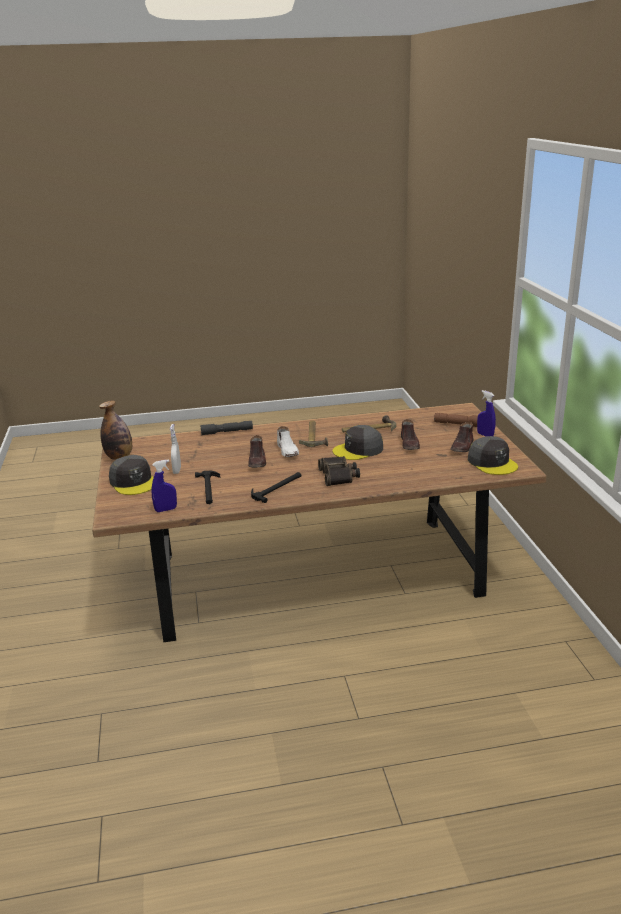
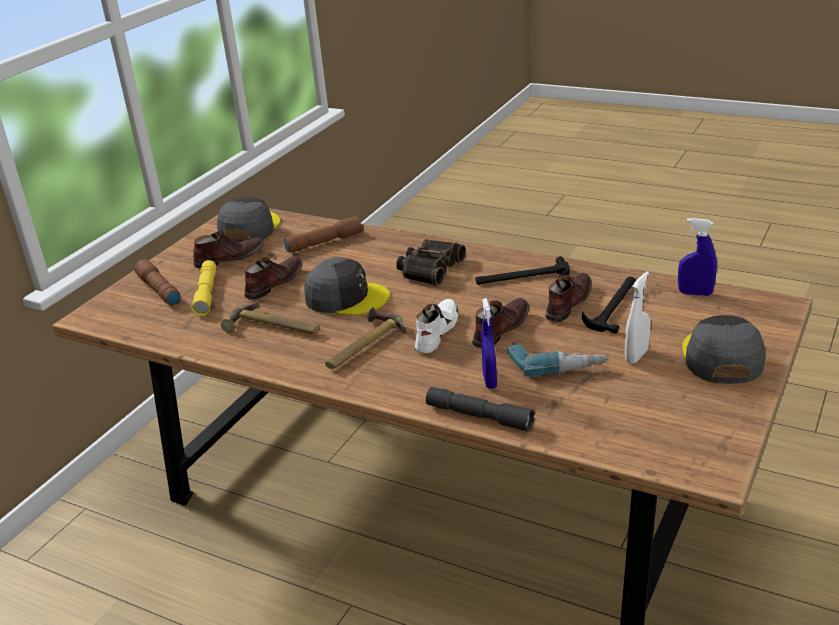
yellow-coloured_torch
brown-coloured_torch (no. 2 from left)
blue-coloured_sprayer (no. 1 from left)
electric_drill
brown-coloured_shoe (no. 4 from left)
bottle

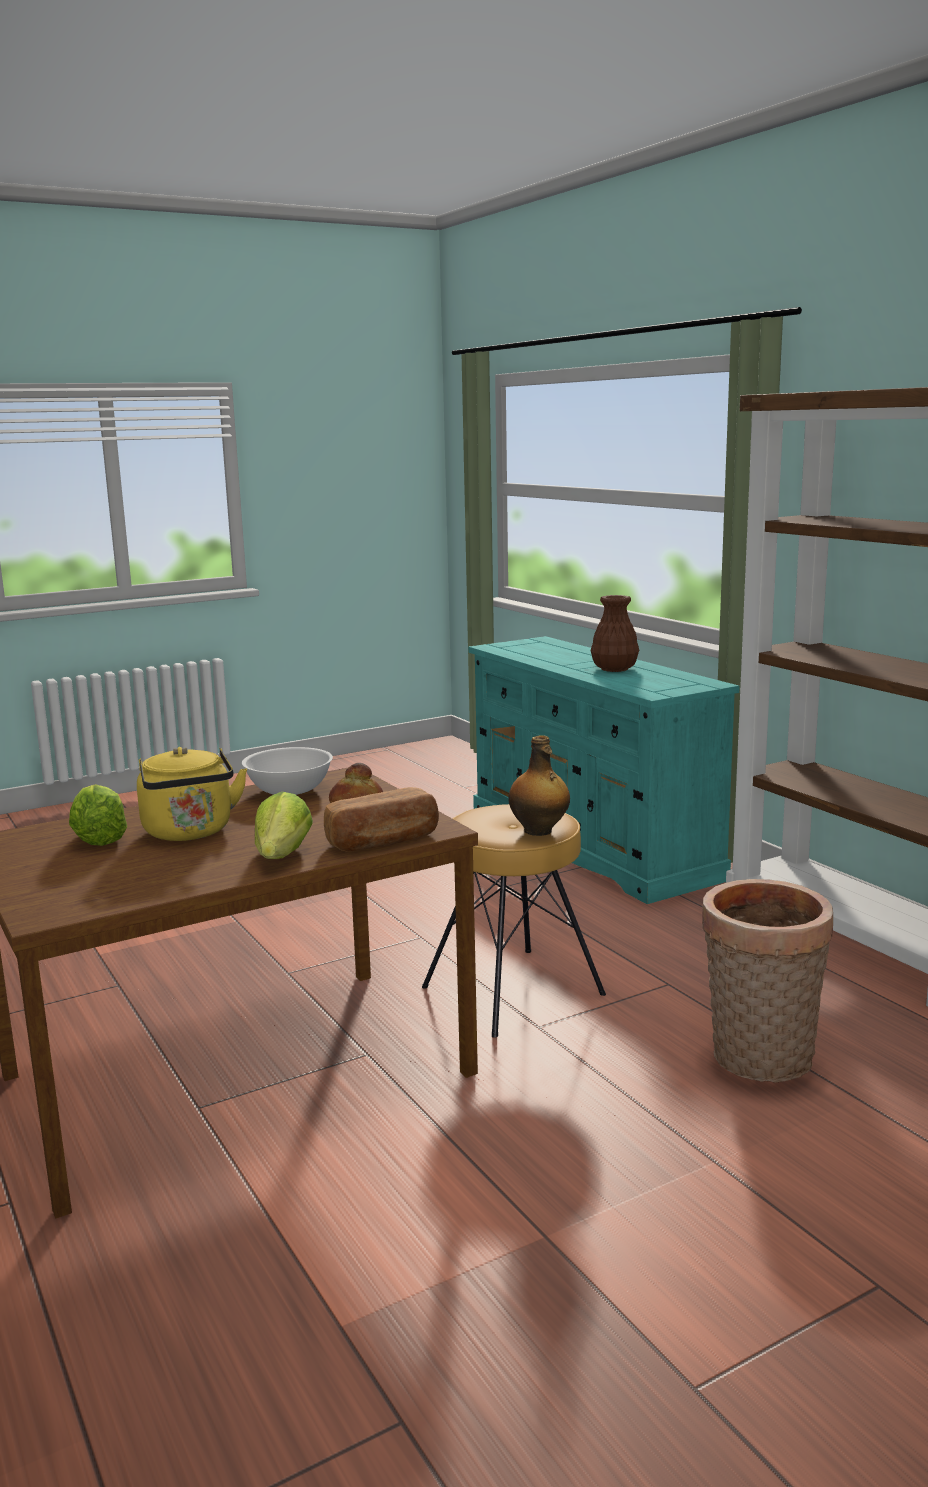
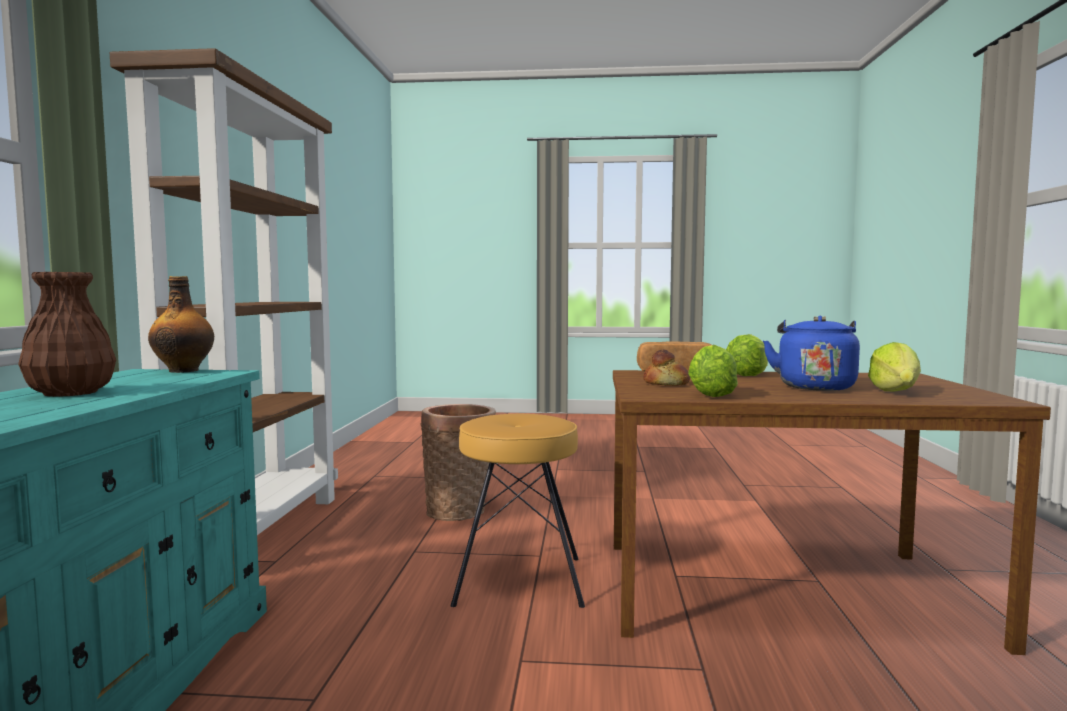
bottle
lettuce (no. 1 from left)
blue-coloured_water_kettle

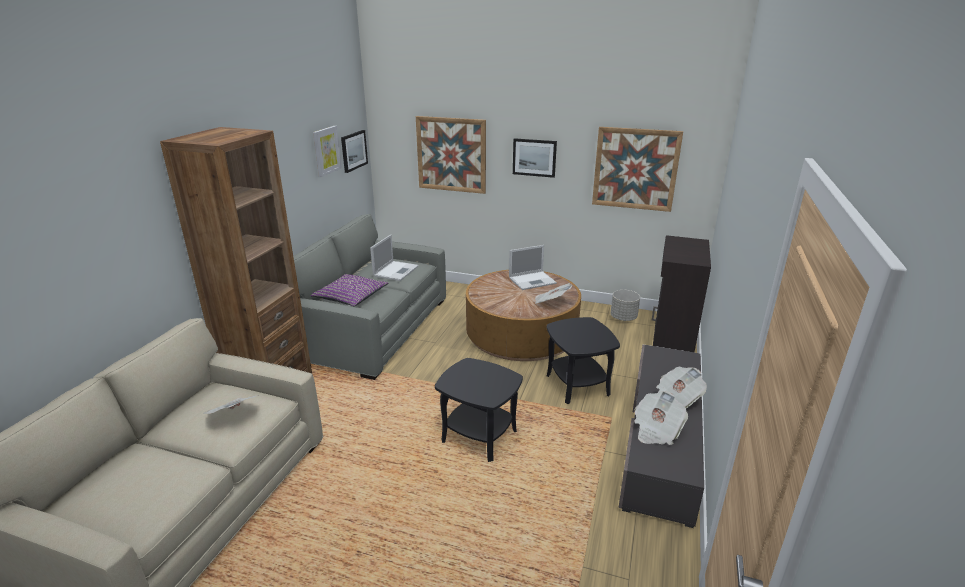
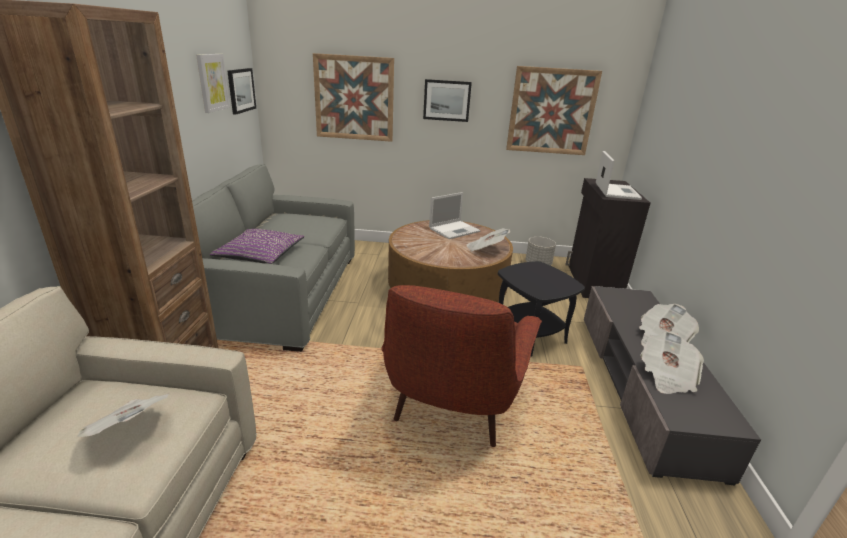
red-coloured_armchair
portable_computer (no. 2 from left)

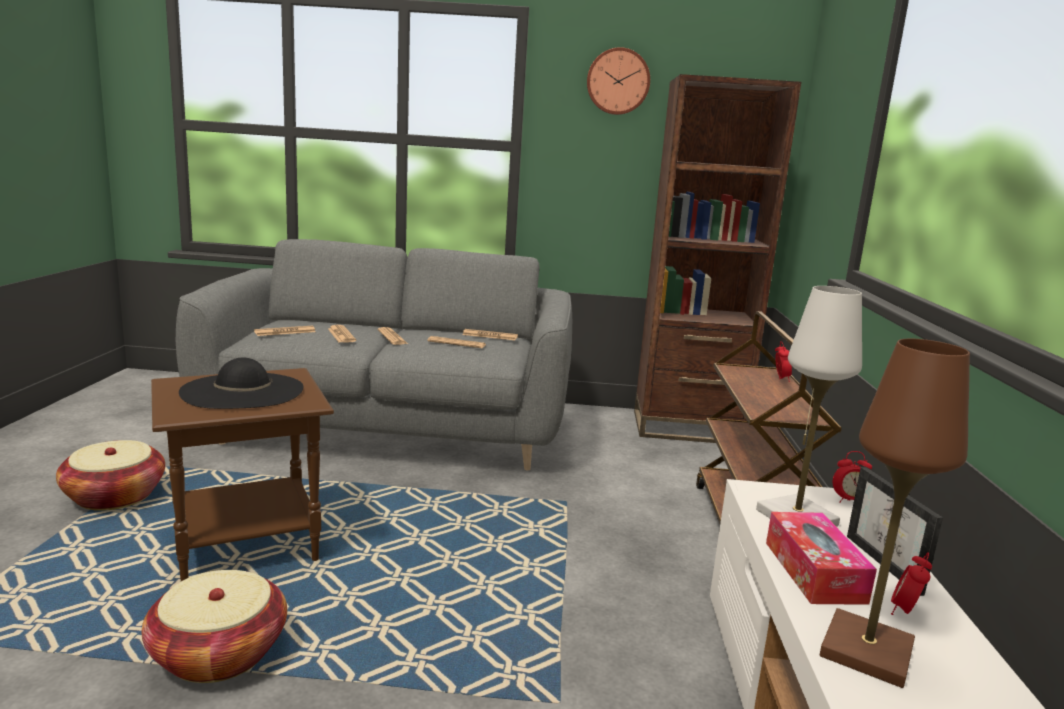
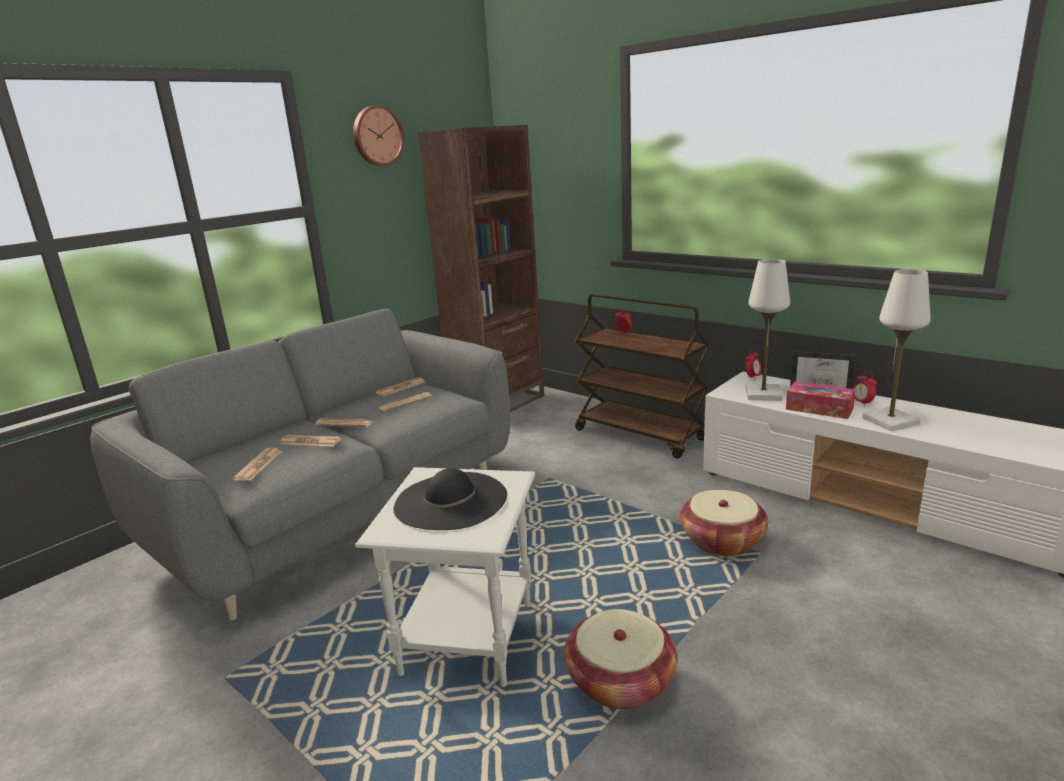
white_end_table
storage_basket (no. 2 from left)
white_tabletop_lamp (no. 2 from left)

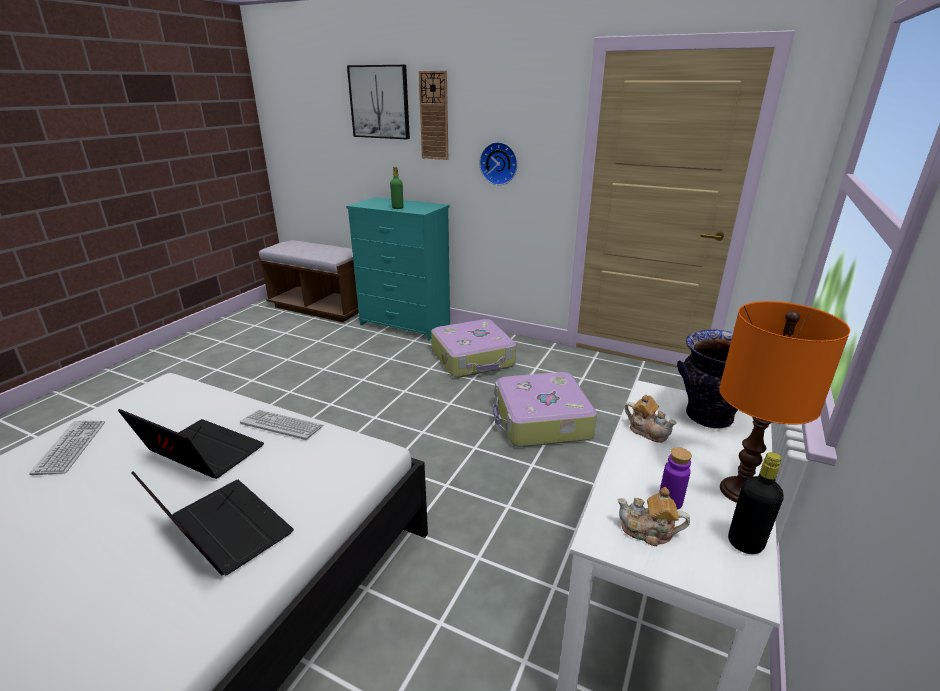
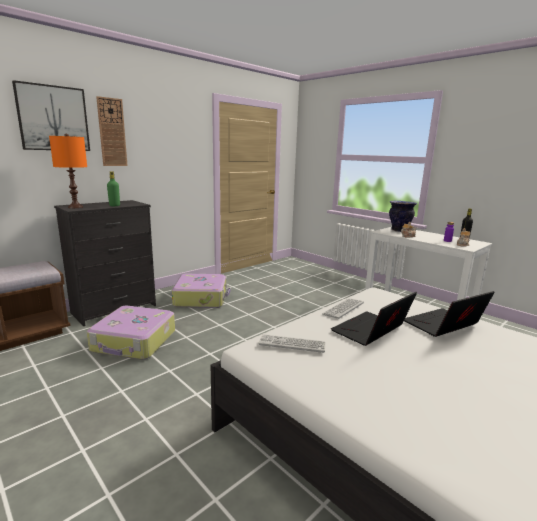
orange-coloured_tabletop_lamp
black-coloured_drawer_chest
travel_case (no. 1 from left)
computer_keyboard (no. 1 from left)
hanging_clock (no. 2 from left in the first image)

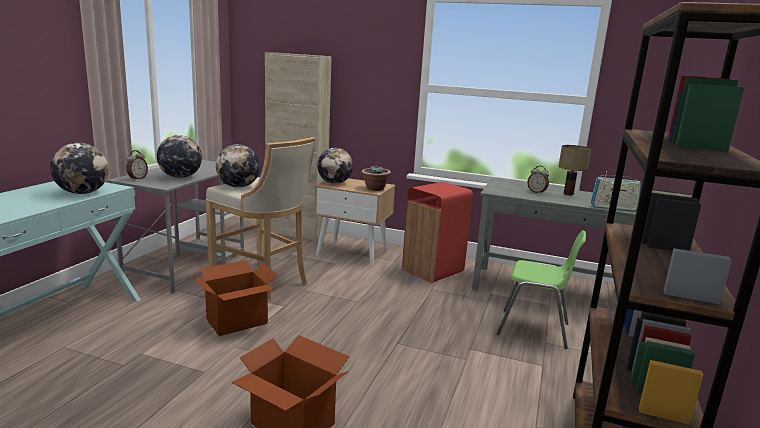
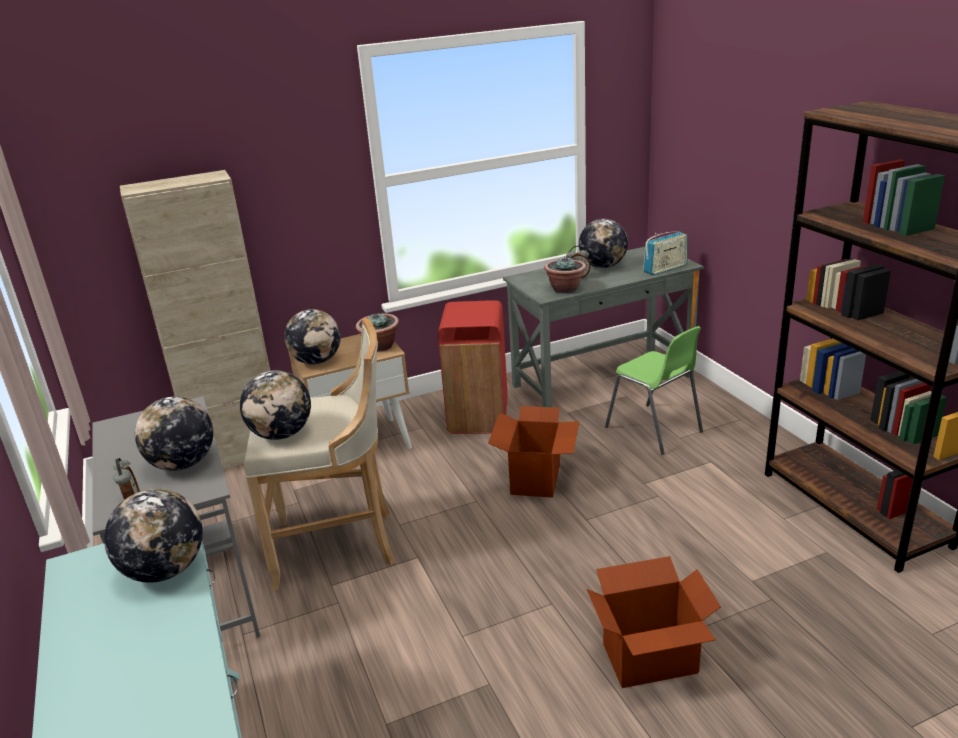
cardboard_box (no. 1 from left)
houseplant (no. 2 from left)
globe (no. 5 from left)
green-coloured_chair

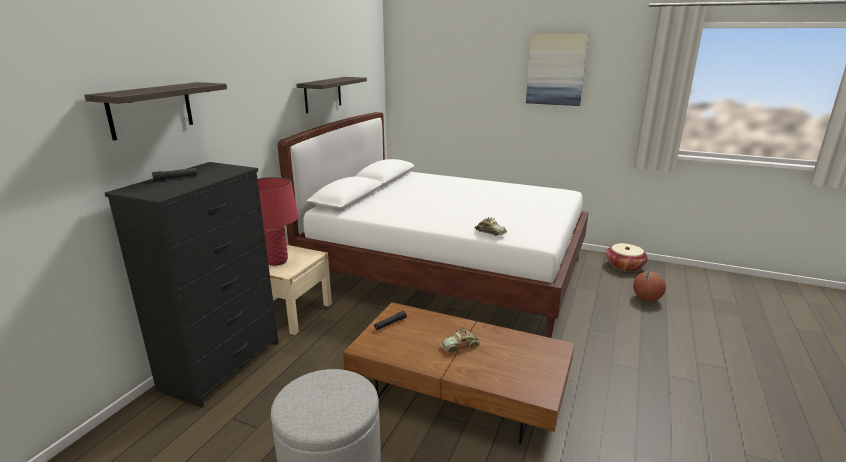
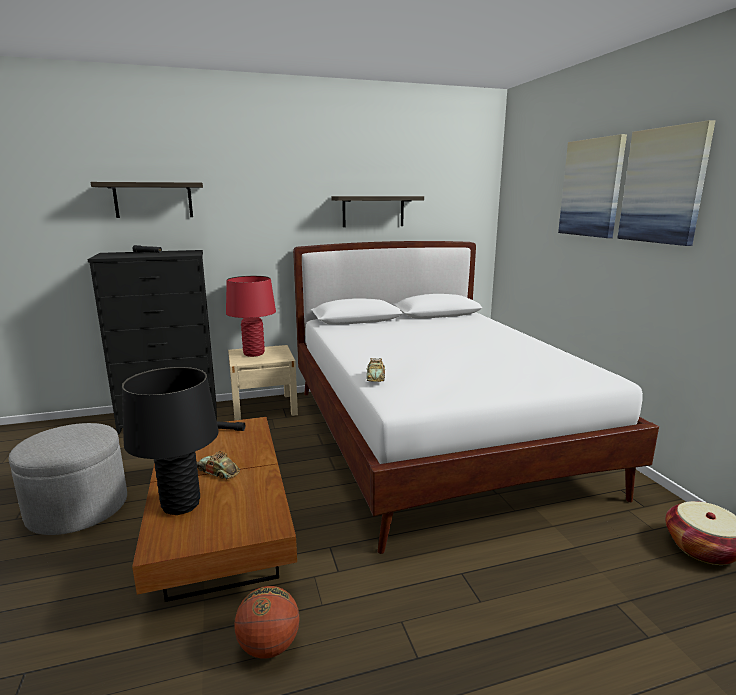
black-coloured_tabletop_lamp
basketball
wall_art (no. 1 from left)

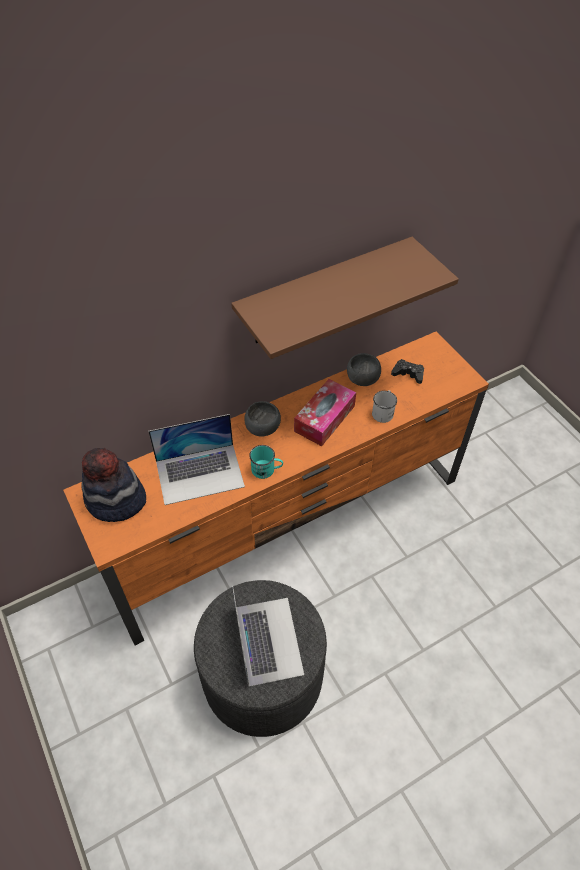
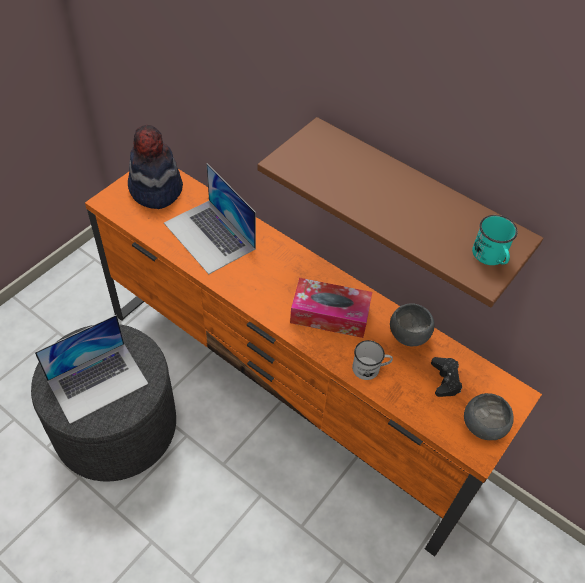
greyish_serving_bowl (no. 2 from left)
turquoise-coloured_mug

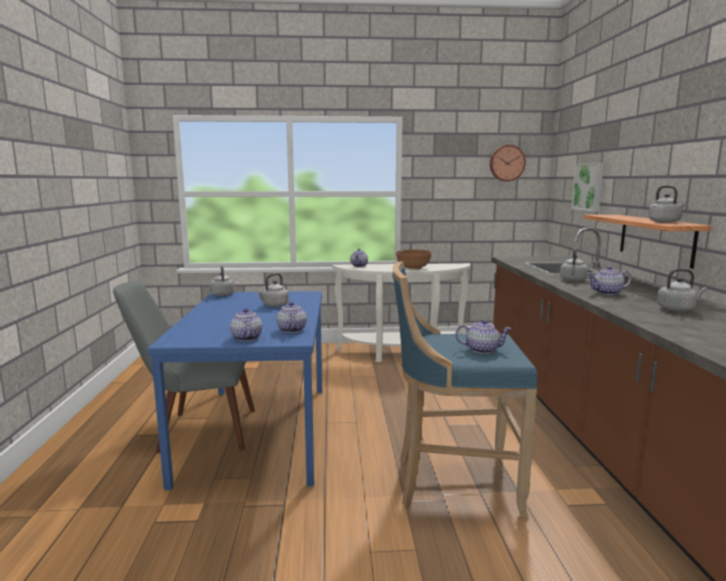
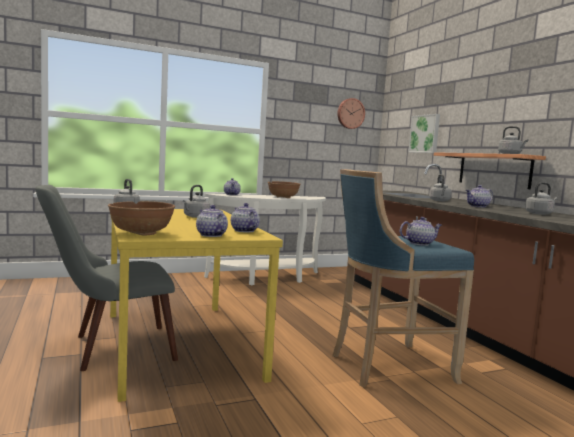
brown-coloured_serving_bowl (no. 1 from left)
yellow-coloured_dinner_table

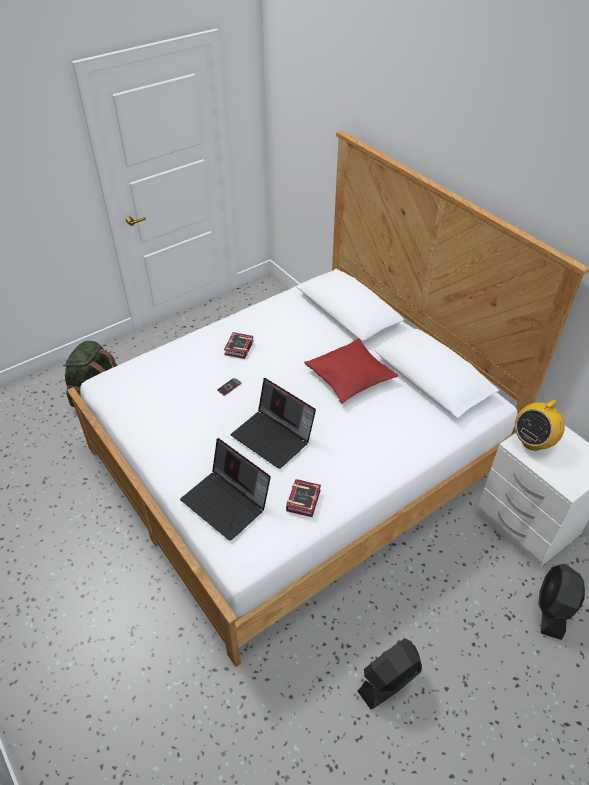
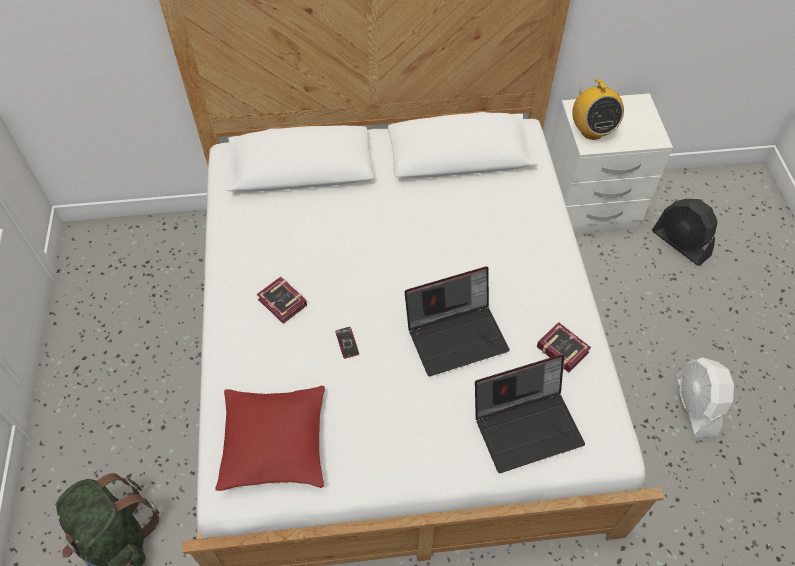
red-coloured_pillow
white_cooling_fan

